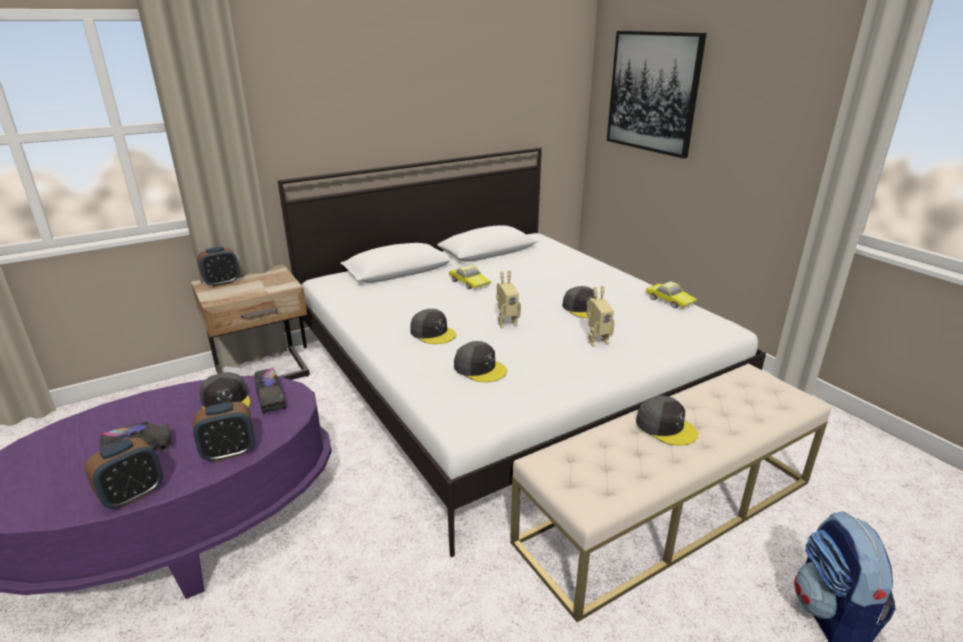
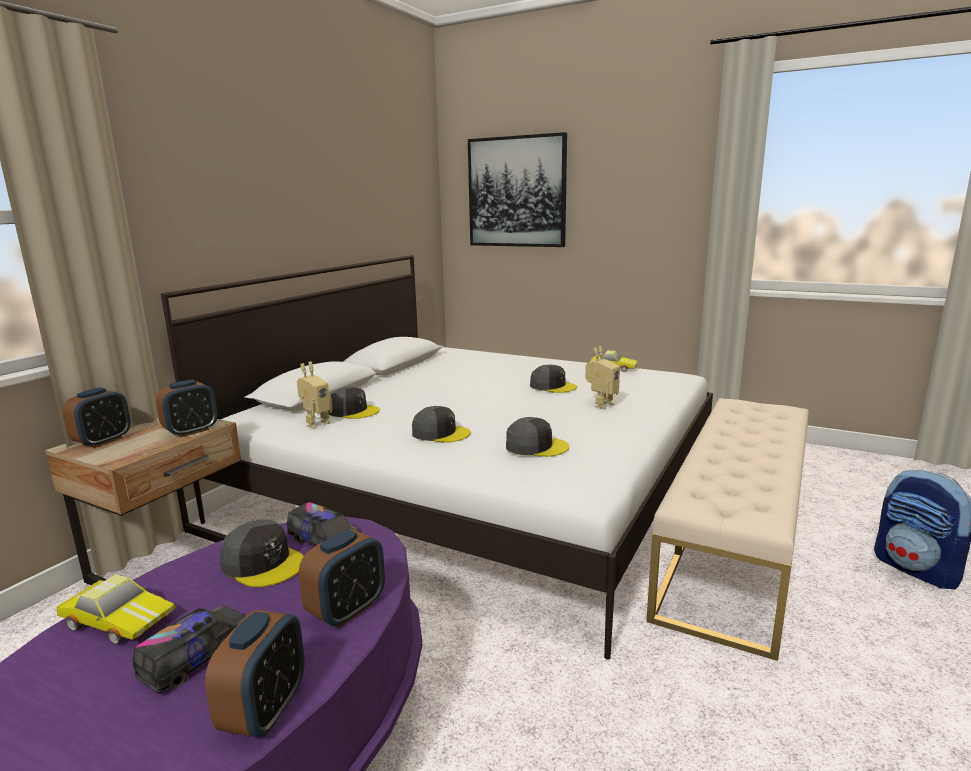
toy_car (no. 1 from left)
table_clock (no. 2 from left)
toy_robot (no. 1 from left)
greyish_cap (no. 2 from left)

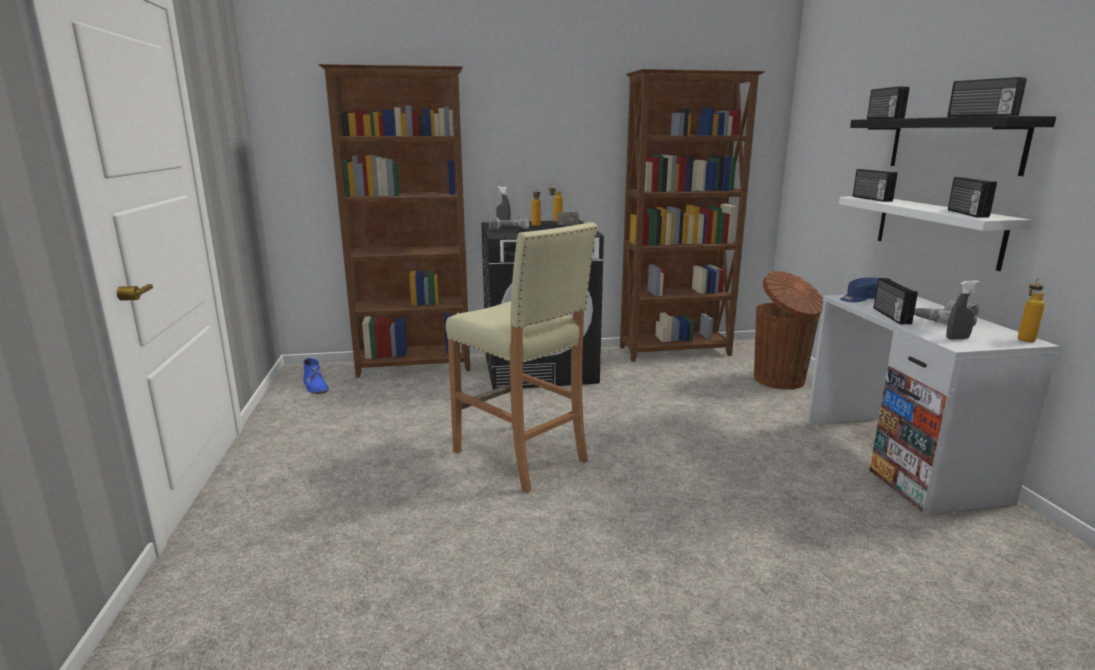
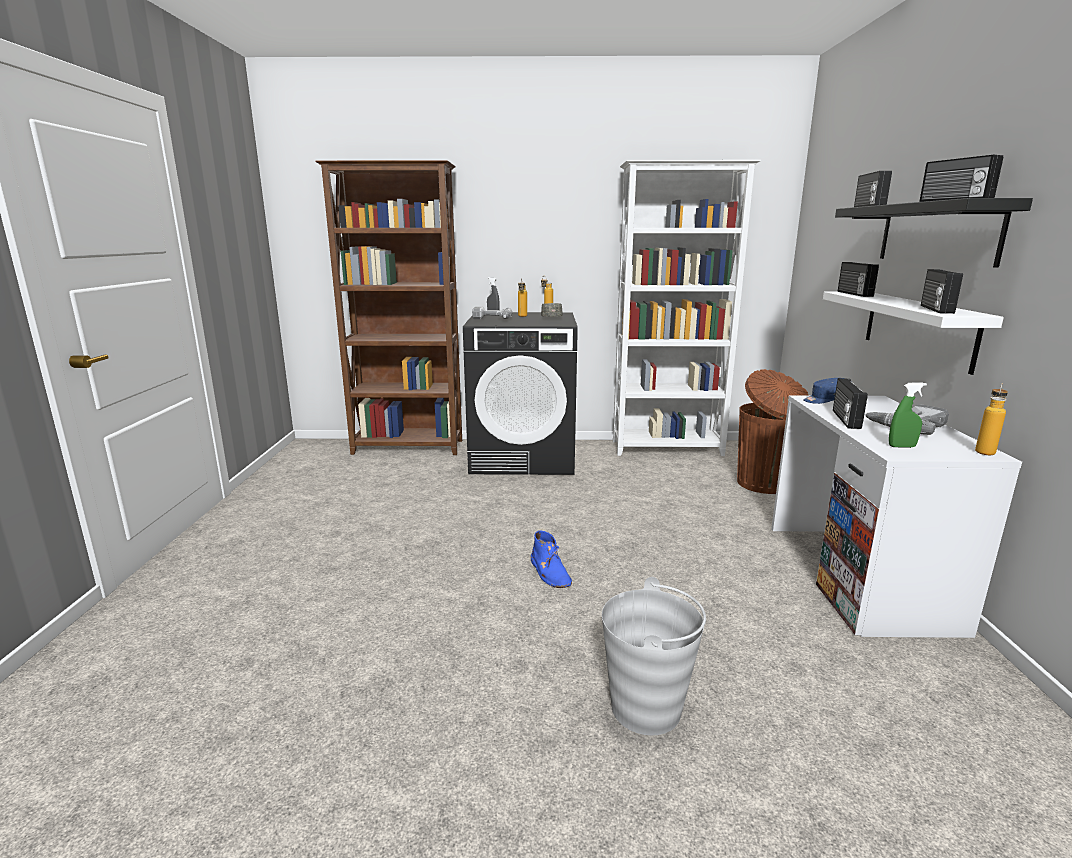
blue-coloured_boot
greyish_bucket
white_shelving_unit
green-coloured_sprayer
beige_stool

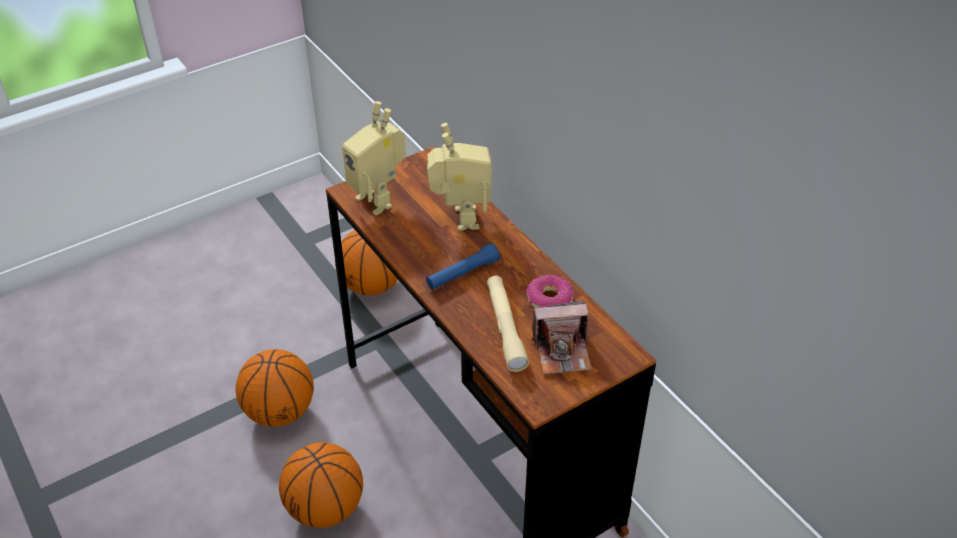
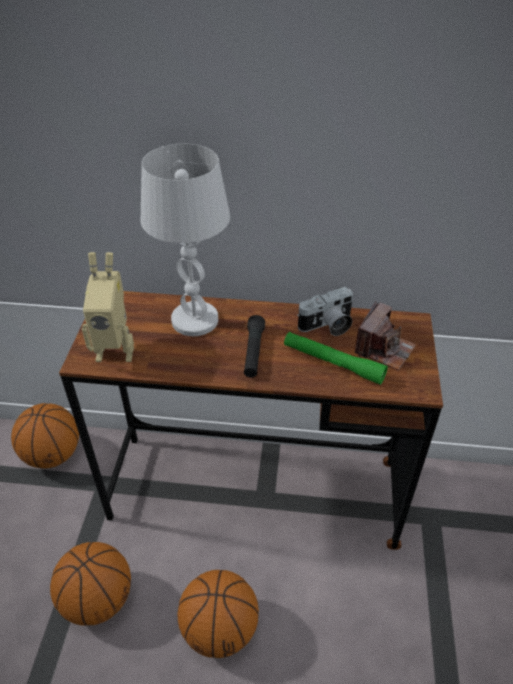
white_tabletop_lamp
black-coloured_torch
green-coloured_torch
photo_camera (no. 1 from left)

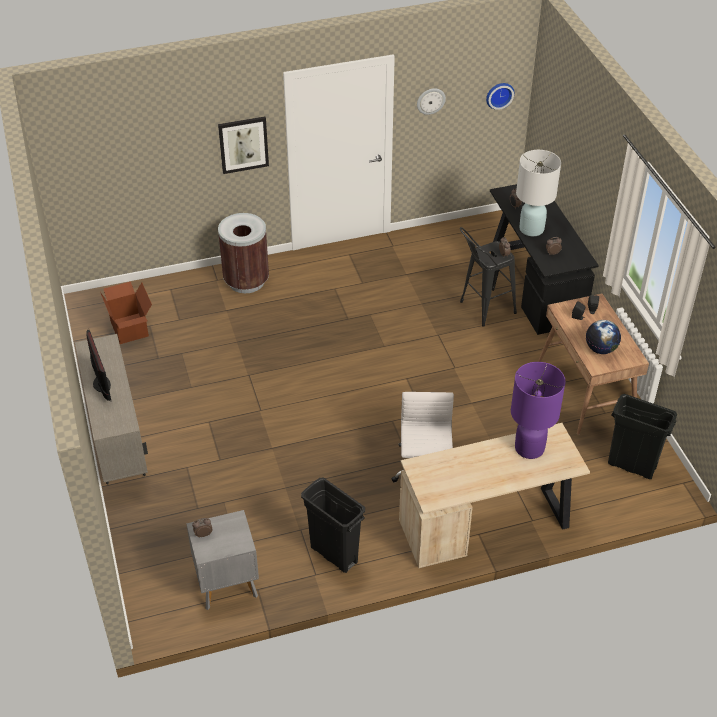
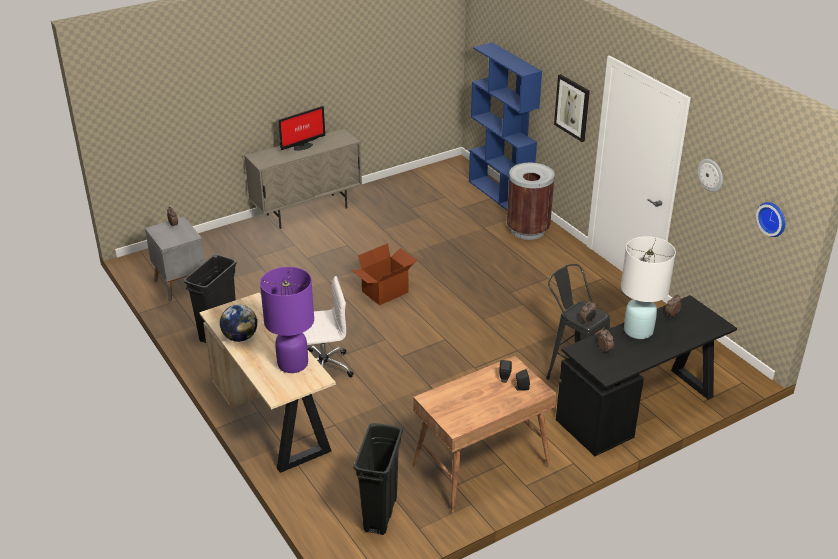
globe
cardboard_box
blue-coloured_shelving_unit

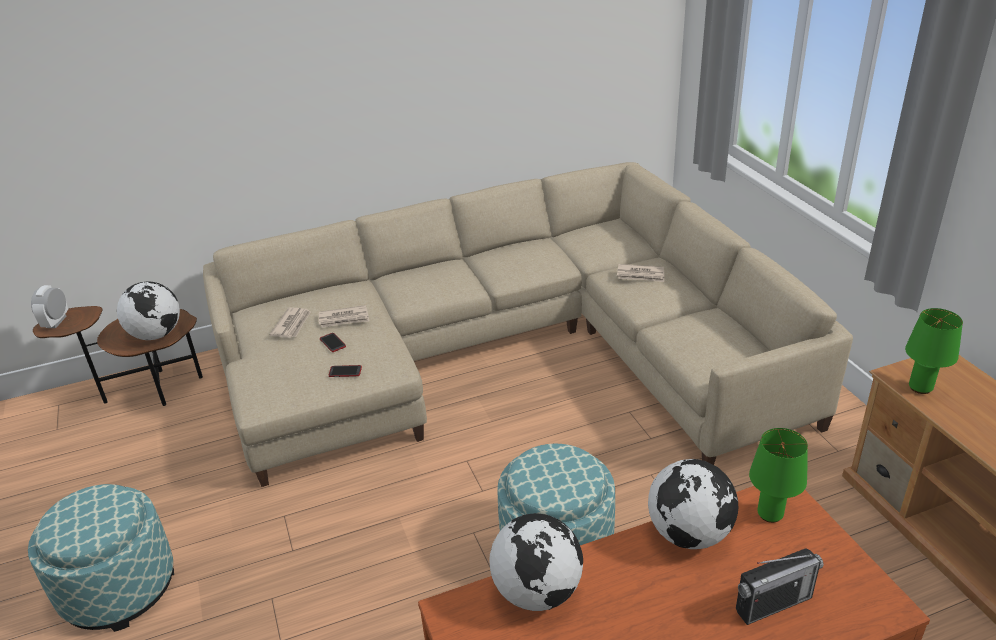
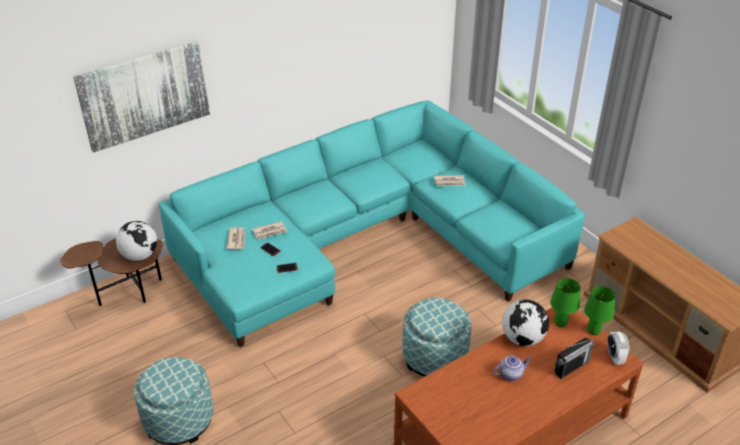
wall_art
turquoise-coloured_sofa
tea_pot
green-coloured_tabletop_lamp (no. 2 from left)
table_clock
globe (no. 2 from left in the first image)

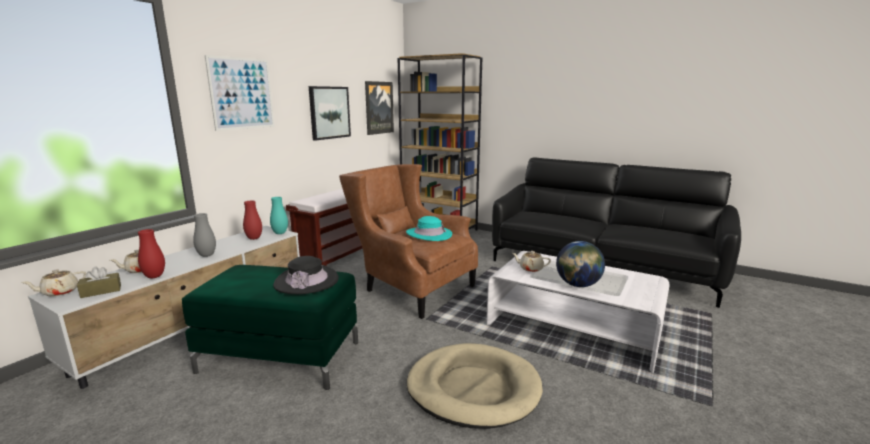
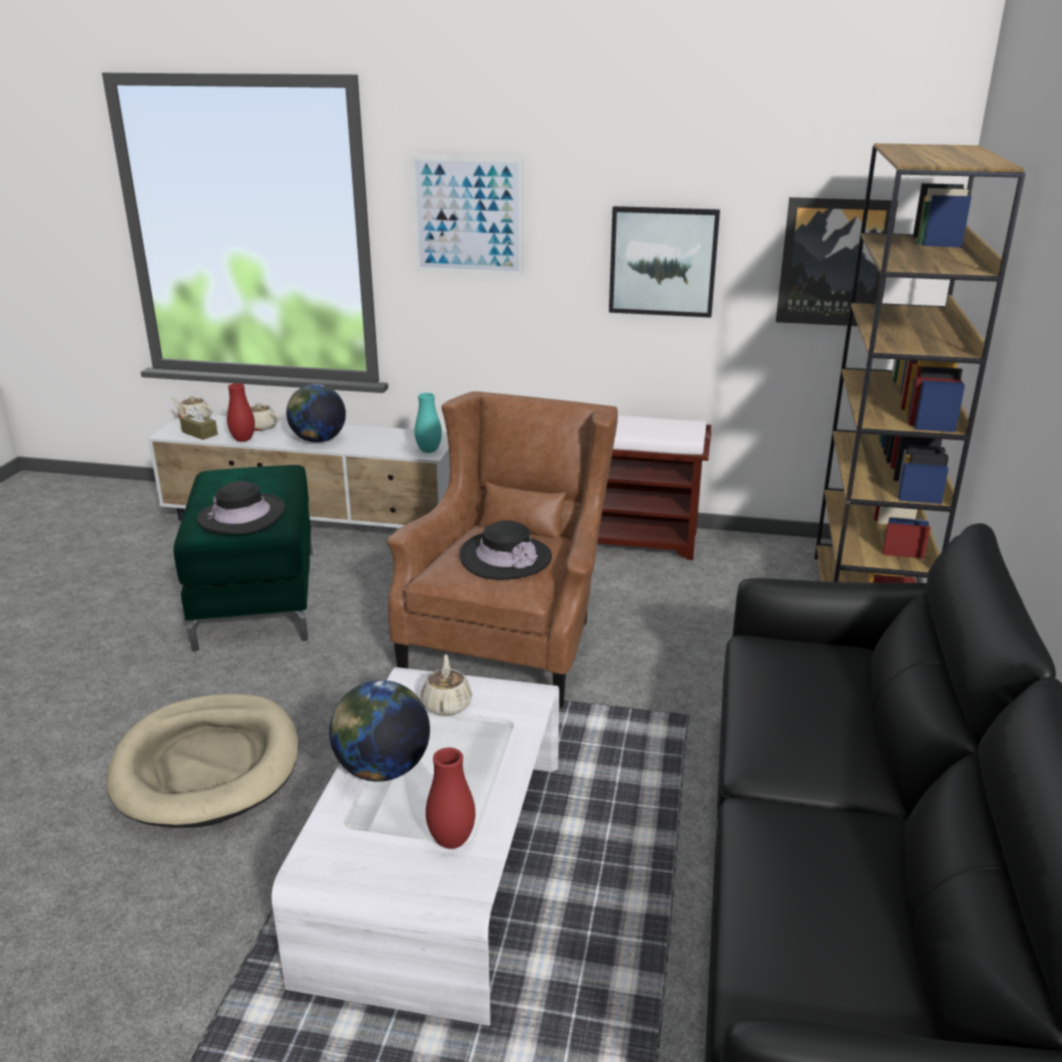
globe (no. 1 from left)
red-coloured_flower_vase (no. 2 from left)
black-coloured_wearable_hat (no. 2 from left)

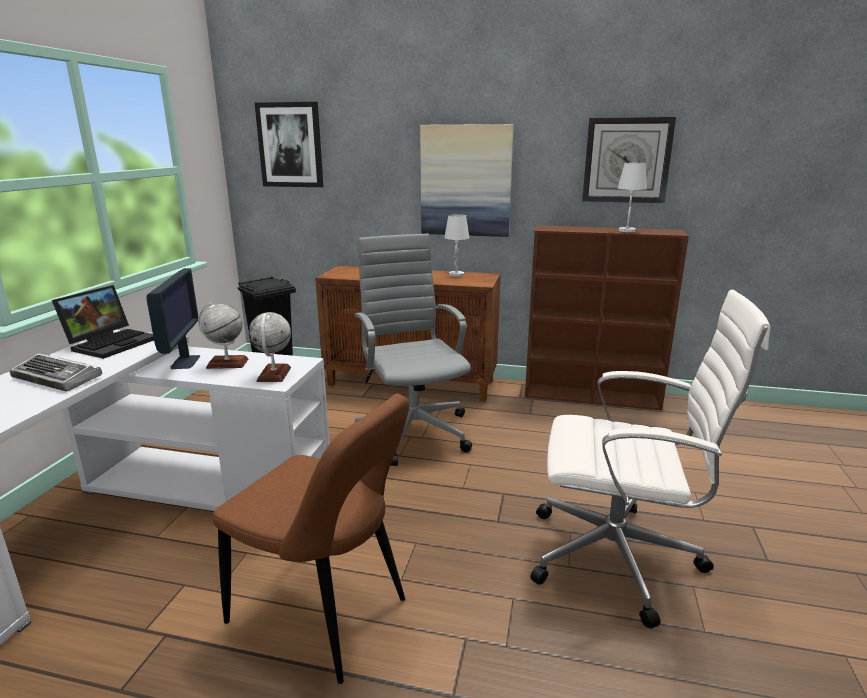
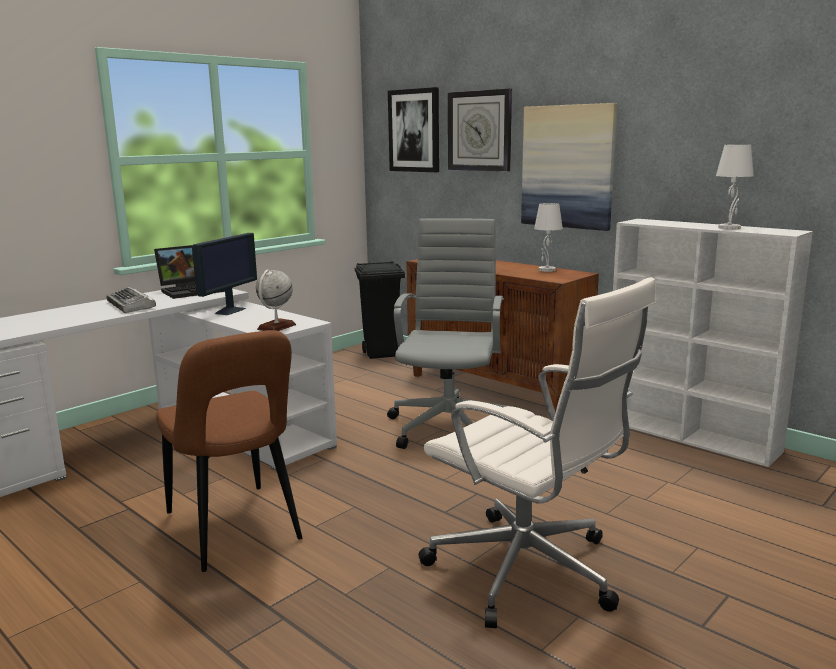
hanging_clock
white_shelving_unit
globe (no. 1 from left in the first image)

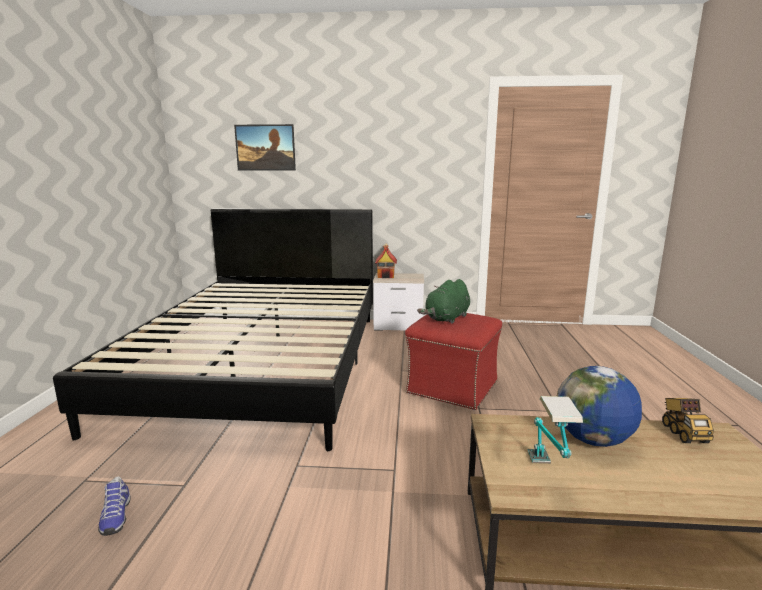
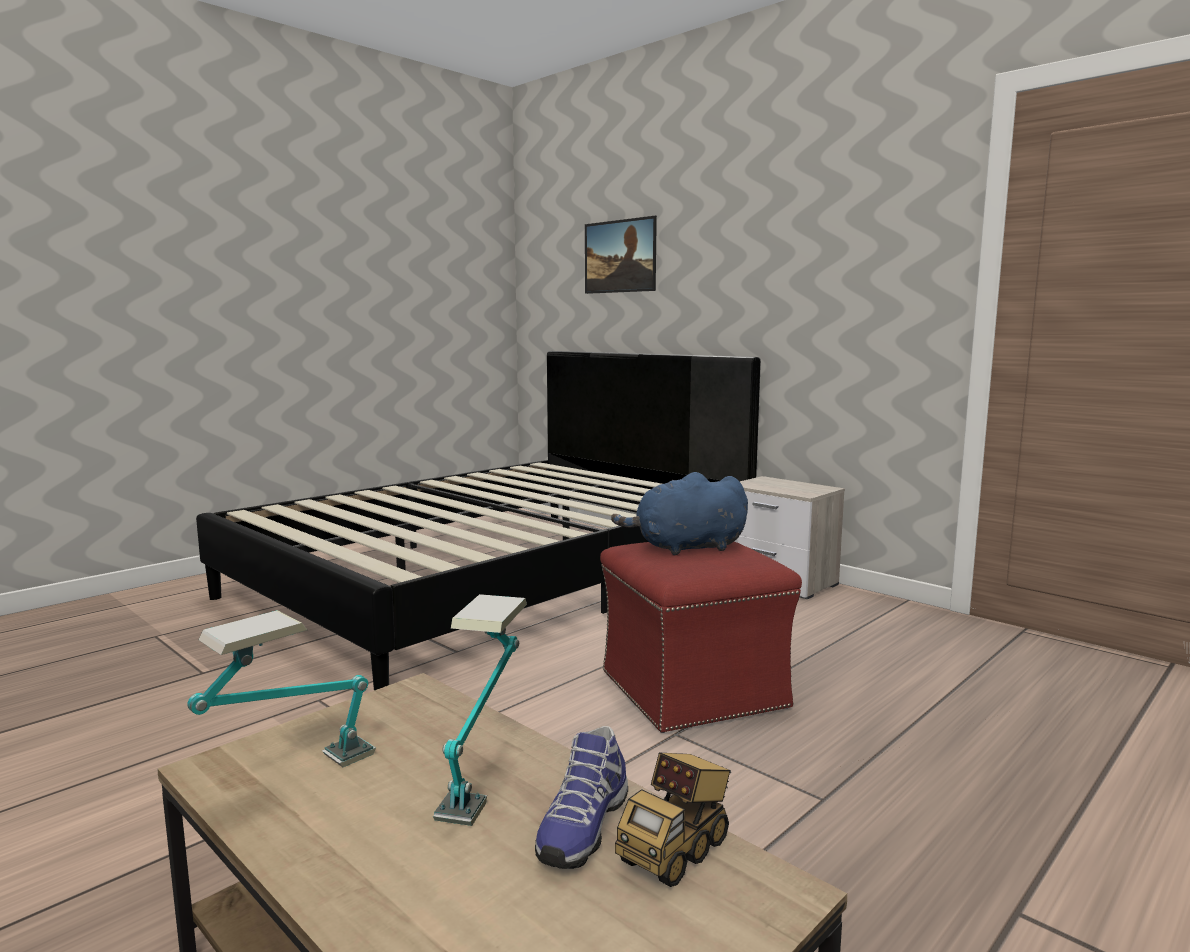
tabletop_lamp (no. 2 from left)
shoe
blue-coloured_plush_toy
toy_house

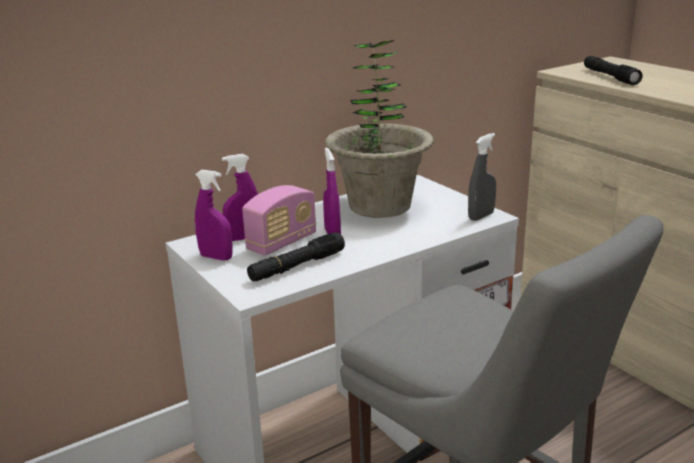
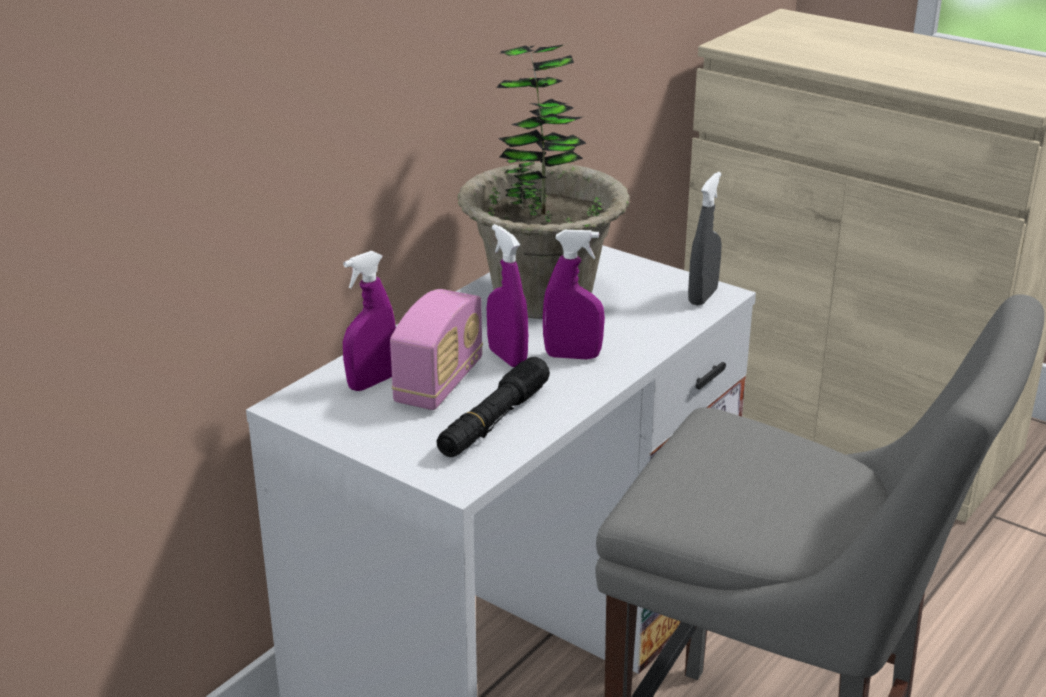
purple-coloured_sprayer (no. 3 from left)
black-coloured_torch (no. 2 from left in the first image)

